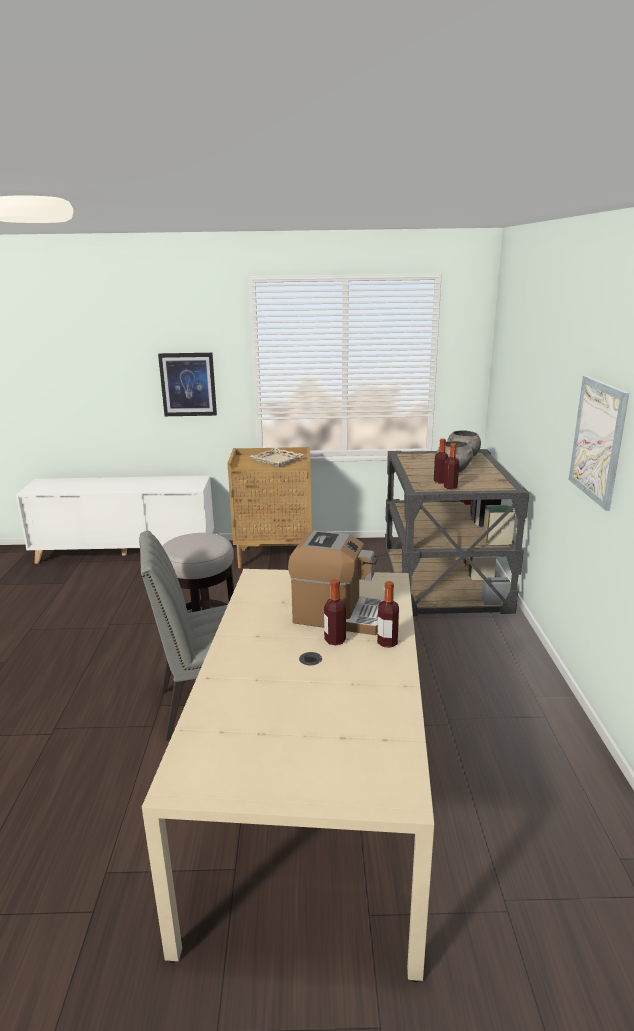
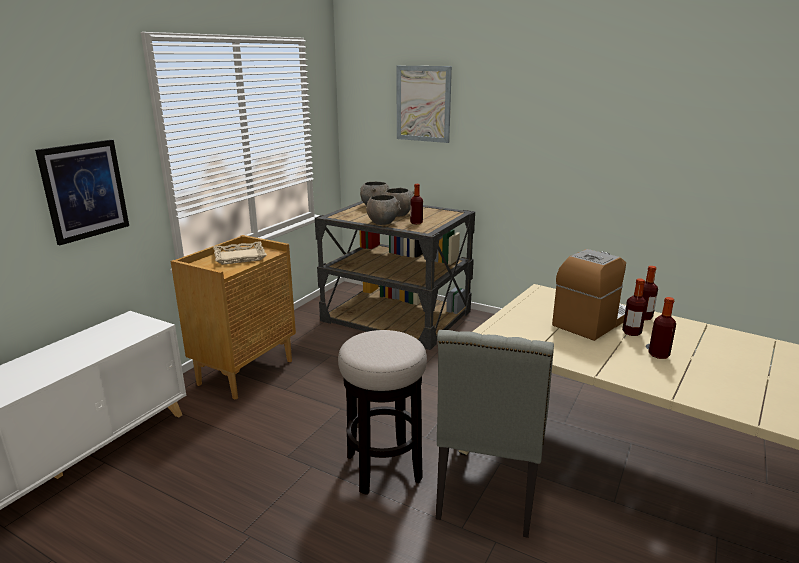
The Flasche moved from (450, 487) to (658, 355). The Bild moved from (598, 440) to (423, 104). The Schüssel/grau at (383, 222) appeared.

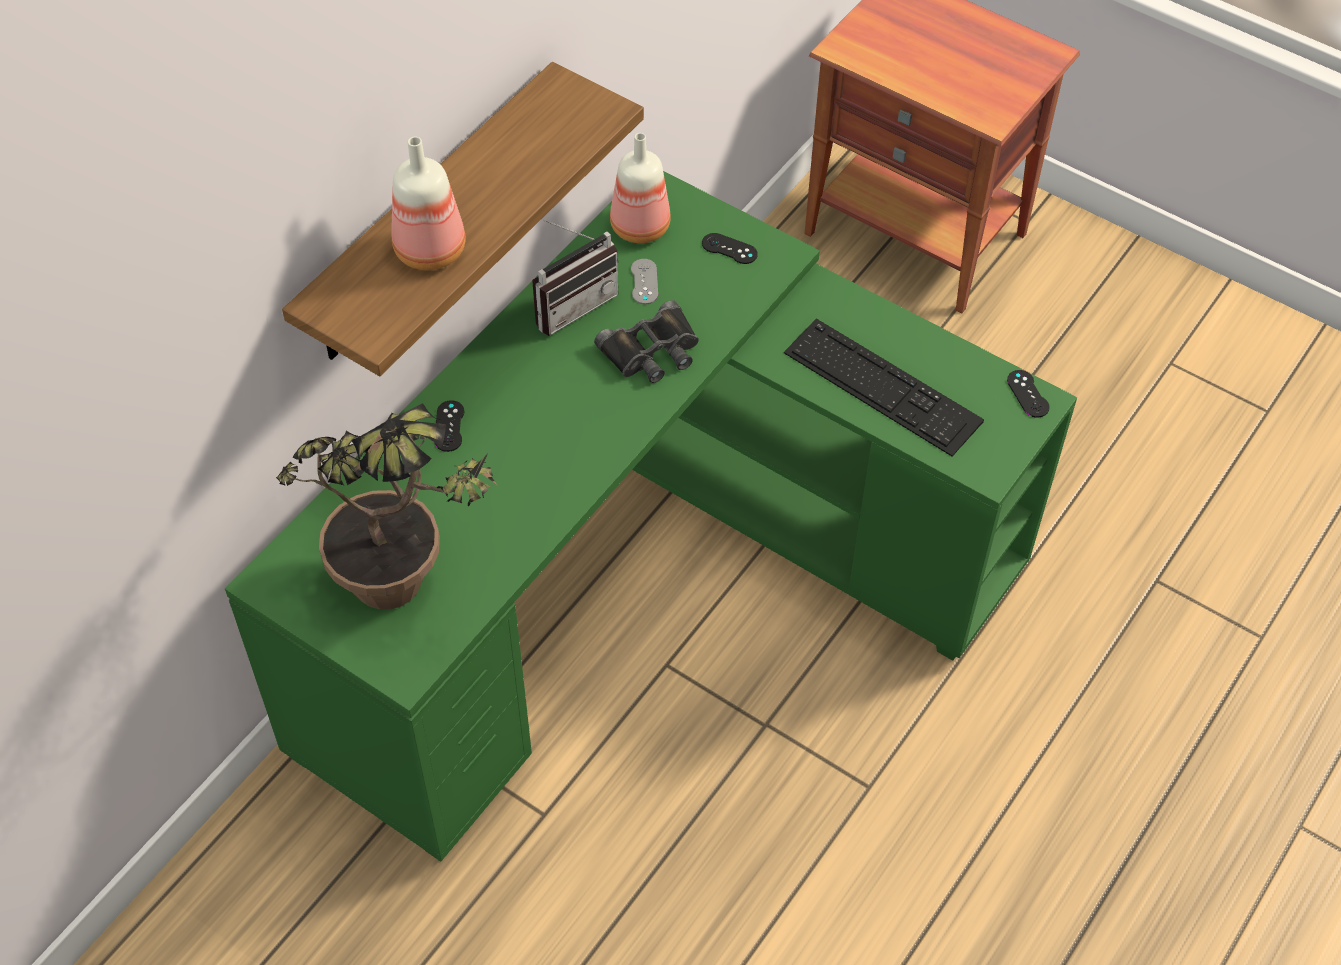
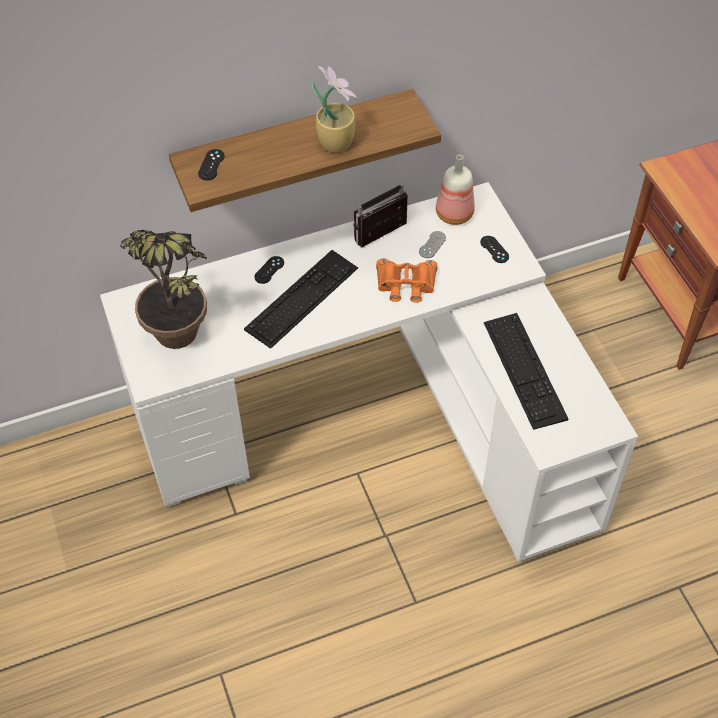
The Schreibtisch/grün at (643, 579) became the Schreibtisch/weiß at (379, 421). The Flasche at (432, 250) disappeared. The Radio at (571, 303) turned 150 degrees clockwise. The Fernglas/schwarz at (652, 351) became the Fernglas/orange at (406, 284). The Gamepad/schwarz moved from (1028, 394) to (211, 165). The Tastatur at (302, 298) appeared. The Topfpflanze at (336, 142) appeared.

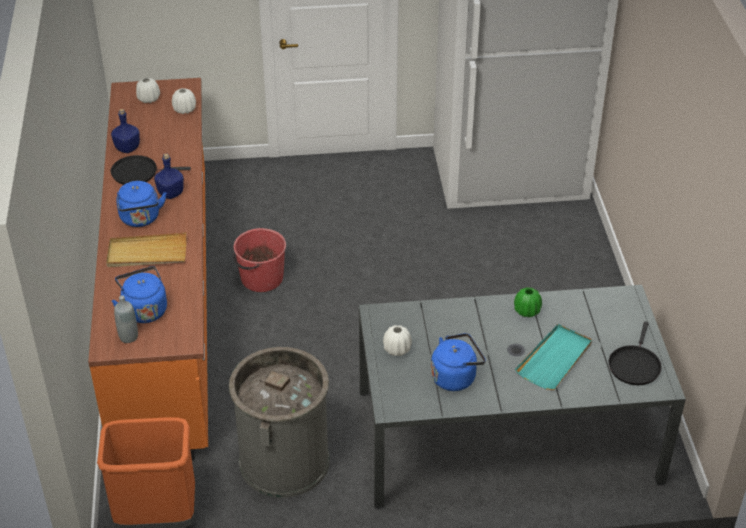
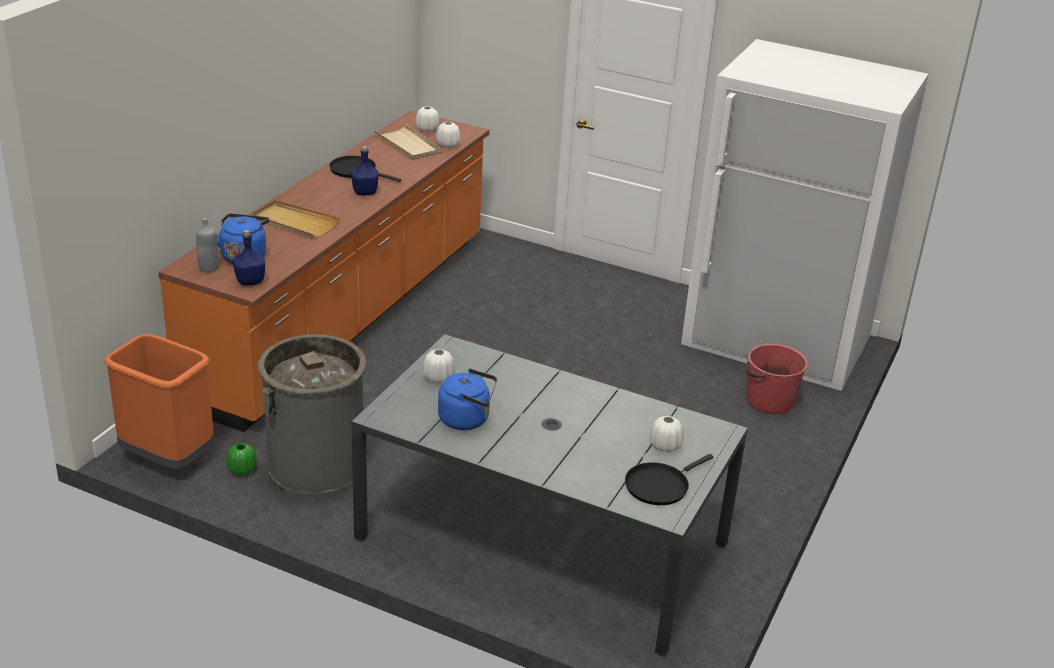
The Flasche/blau moved from (128, 148) to (250, 281). The Wasserkessel/blau at (141, 219) disappeared. The Eimer/rot moved from (261, 278) to (769, 400). The Vase/grün moved from (527, 311) to (242, 469). The Tablett/türkis at (554, 359) disappeared. The Tablett/beige at (408, 145) appeared. The Vase/weiß at (665, 446) appeared.

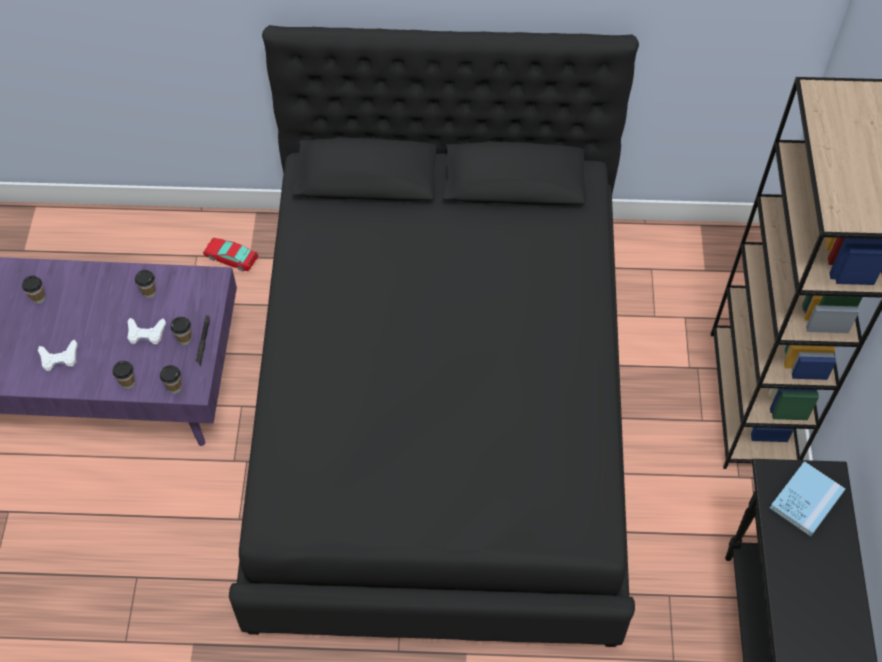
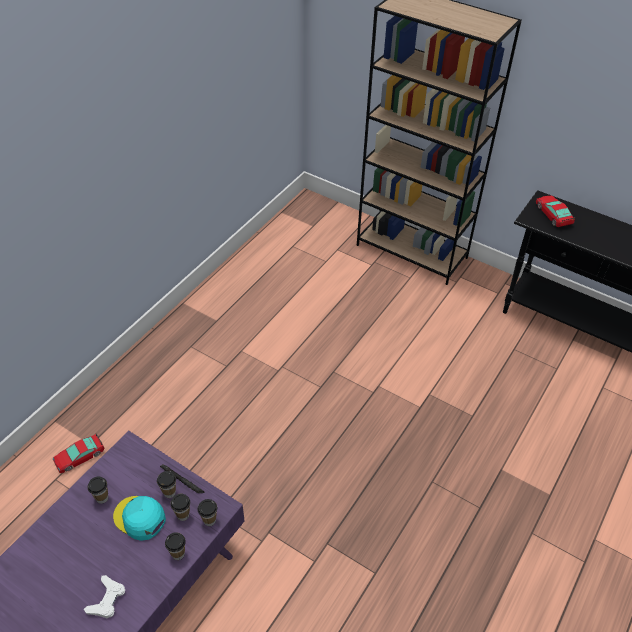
The Tasse moved from (39, 299) to (183, 515). The Gamepad/weiß at (146, 333) was replaced by the Kappe/türkis at (139, 518). The Bett/schwarz at (441, 409) disappeared. The Buch/blau at (806, 500) was replaced by the Spielzeugauto at (553, 214).

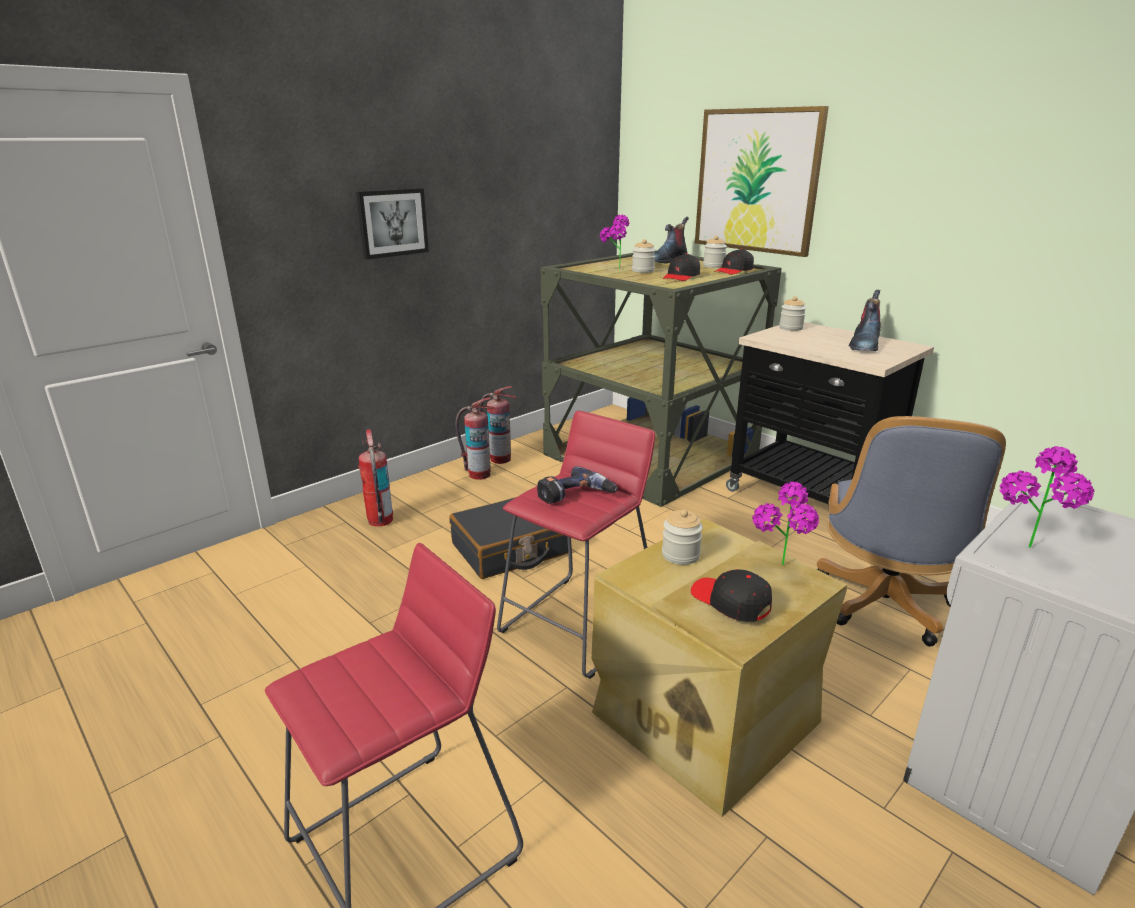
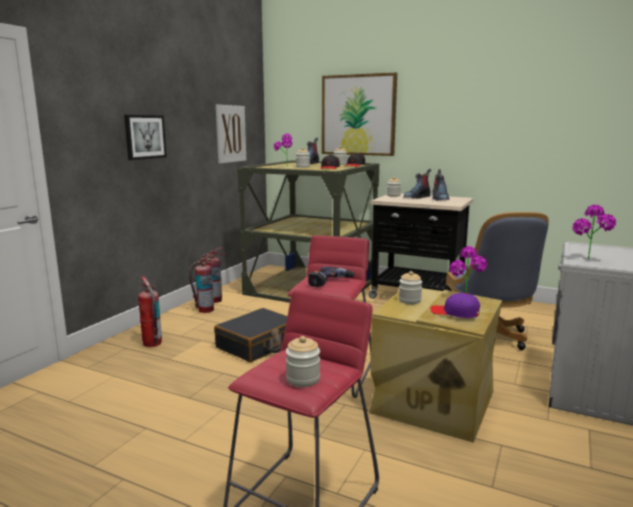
The Kappe/schwarz at (730, 602) became the Kappe/lila at (455, 313). The Bild at (230, 134) appeared. The Vorratsglas at (303, 379) appeared. The Stiefel at (416, 197) appeared.

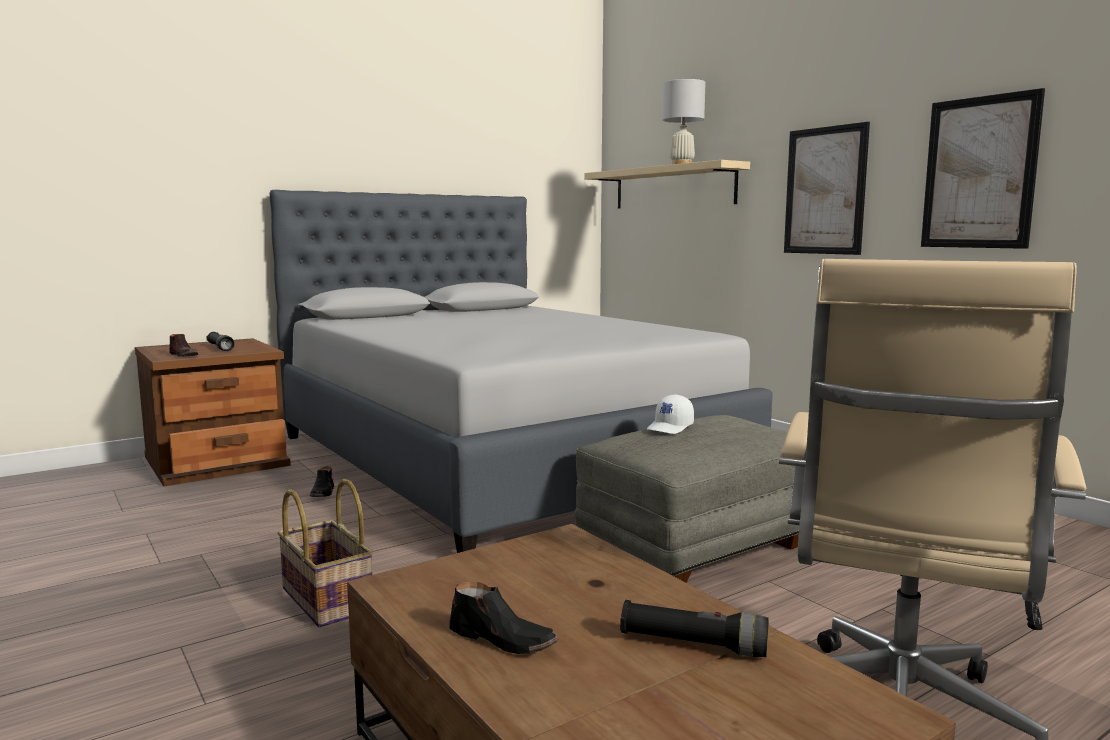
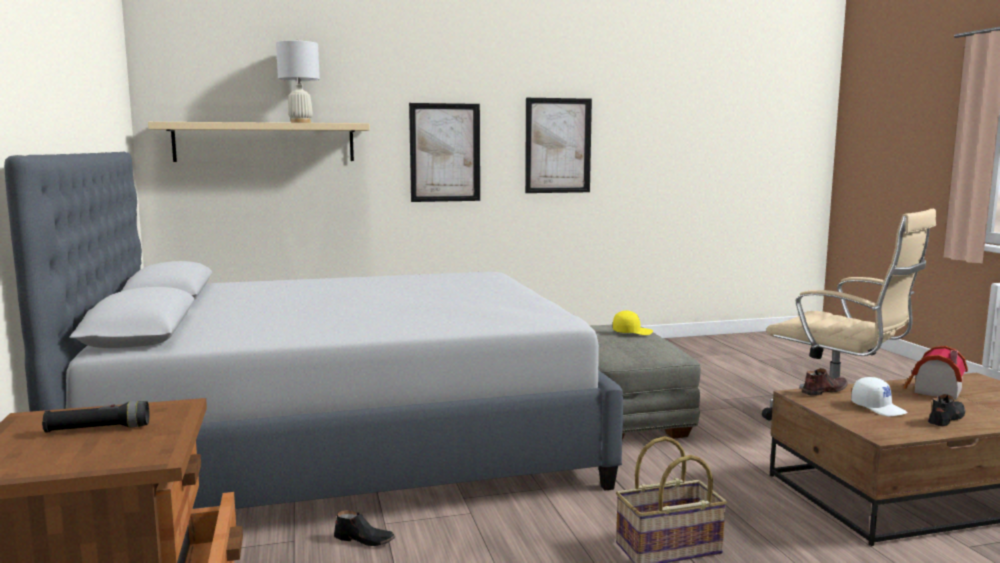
The Schuh/braun moved from (184, 355) to (823, 391). The Taschenlampe/schwarz at (693, 645) was replaced by the Spielzeughaus at (933, 391). The Kappe/weiß moved from (670, 427) to (878, 408). The Kappe/gelb at (632, 332) appeared.

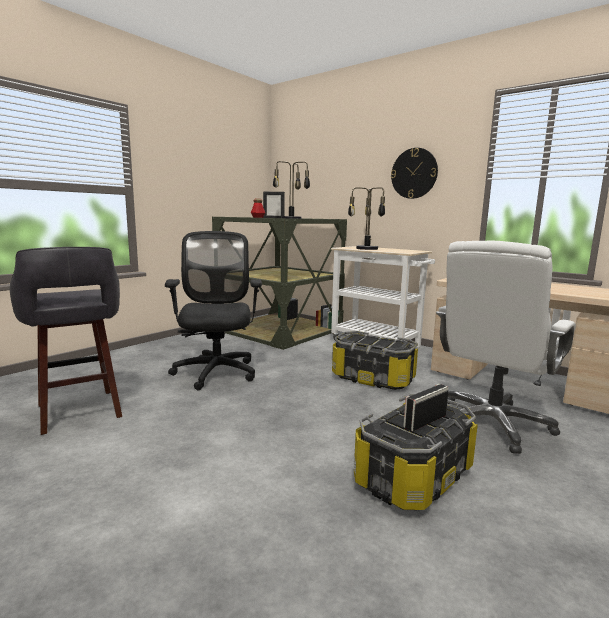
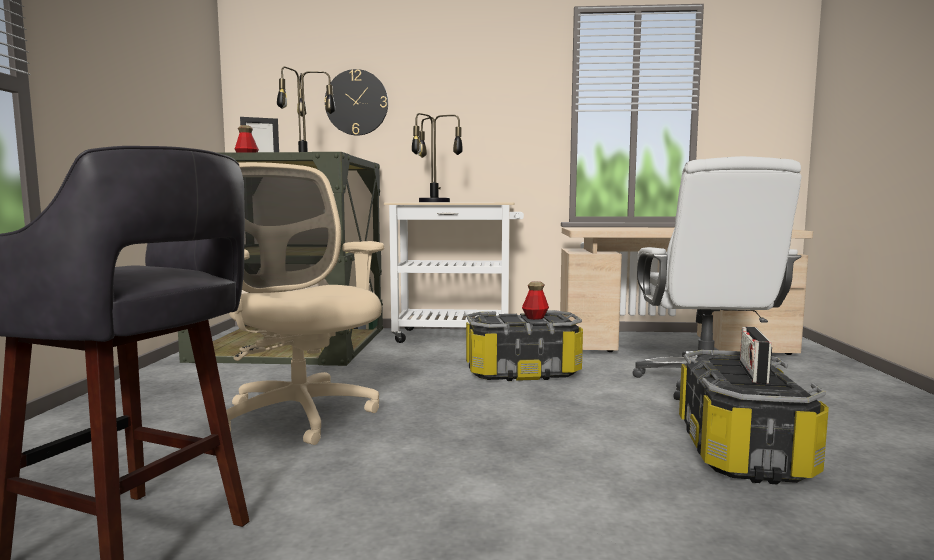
The Bürostuhl/schwarz at (217, 375) became the Bürostuhl/beige at (305, 417). The Wanduhr moved from (414, 173) to (356, 102). The Flasche at (535, 318) appeared.

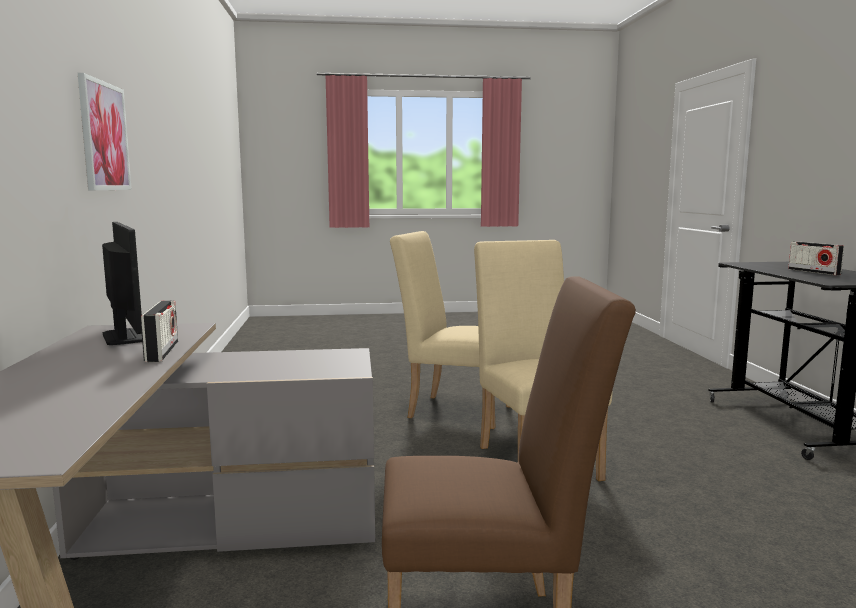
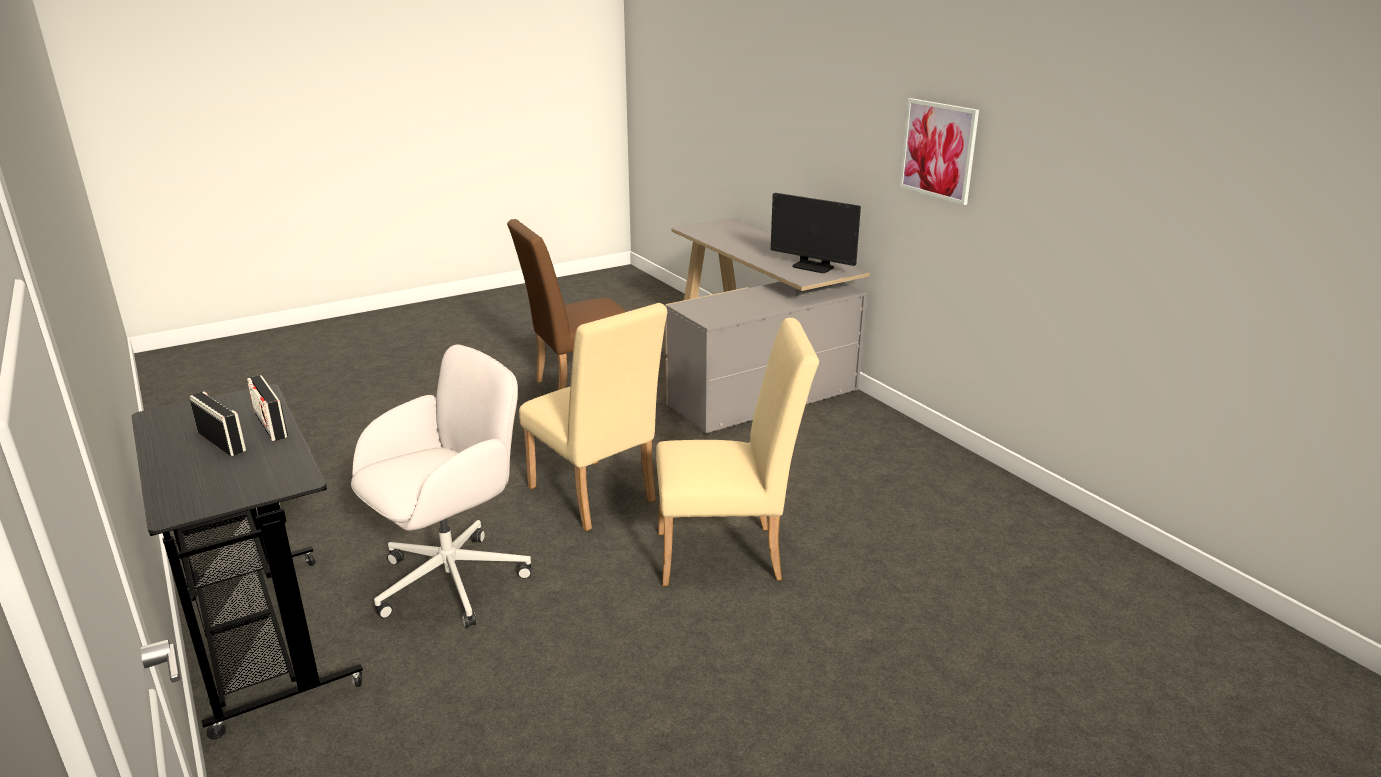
The Radio moved from (162, 352) to (271, 425). The Bürostuhl/weiß at (451, 582) appeared.

